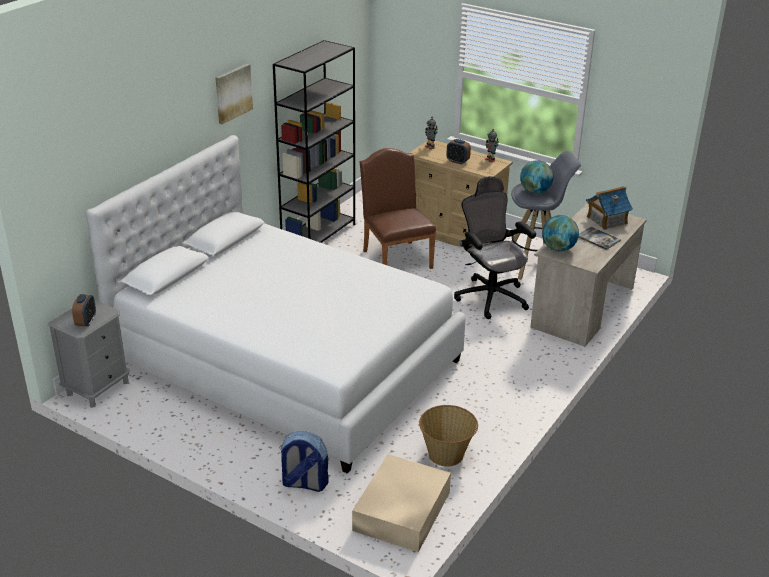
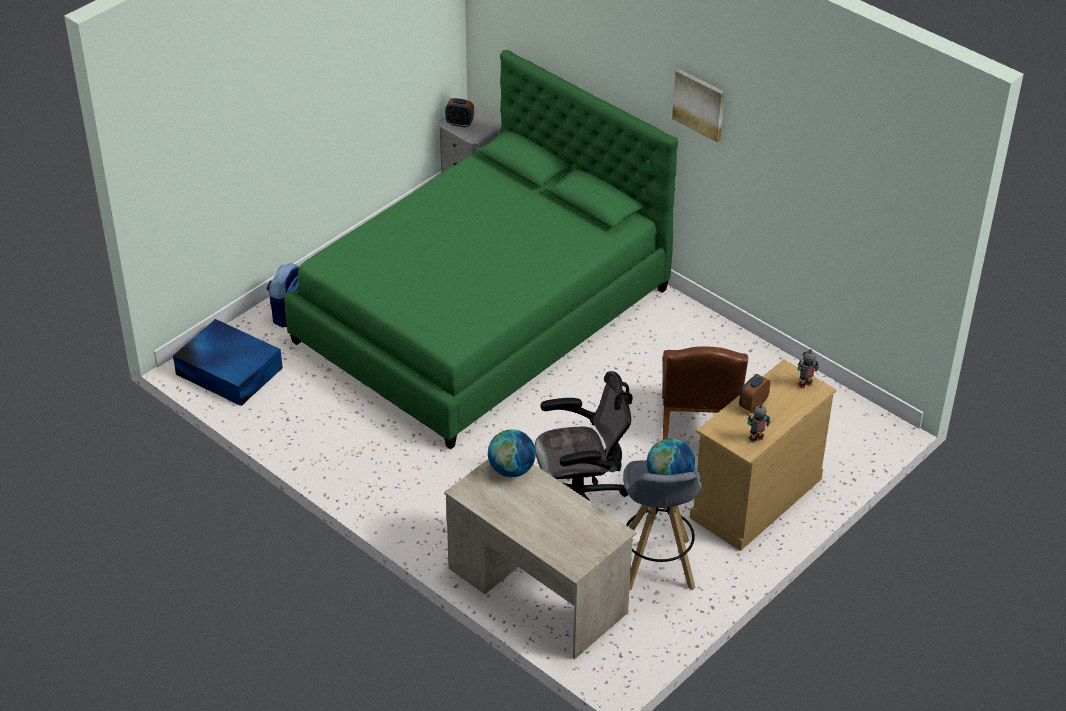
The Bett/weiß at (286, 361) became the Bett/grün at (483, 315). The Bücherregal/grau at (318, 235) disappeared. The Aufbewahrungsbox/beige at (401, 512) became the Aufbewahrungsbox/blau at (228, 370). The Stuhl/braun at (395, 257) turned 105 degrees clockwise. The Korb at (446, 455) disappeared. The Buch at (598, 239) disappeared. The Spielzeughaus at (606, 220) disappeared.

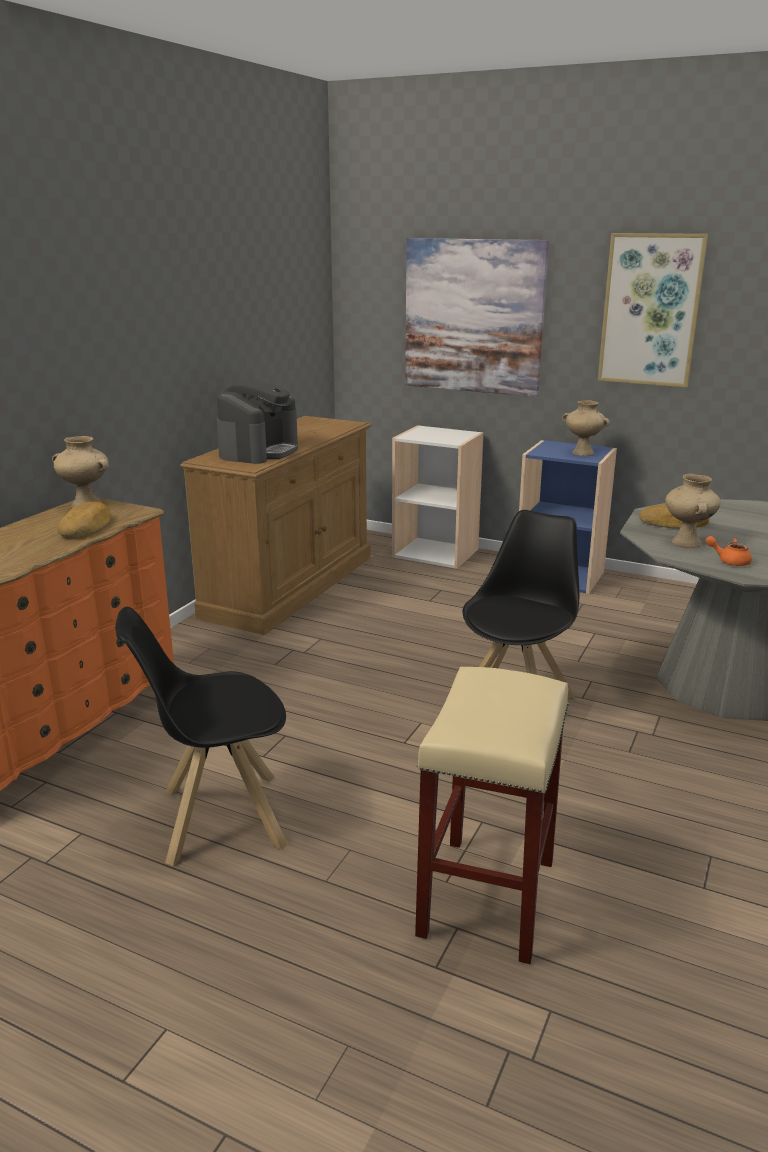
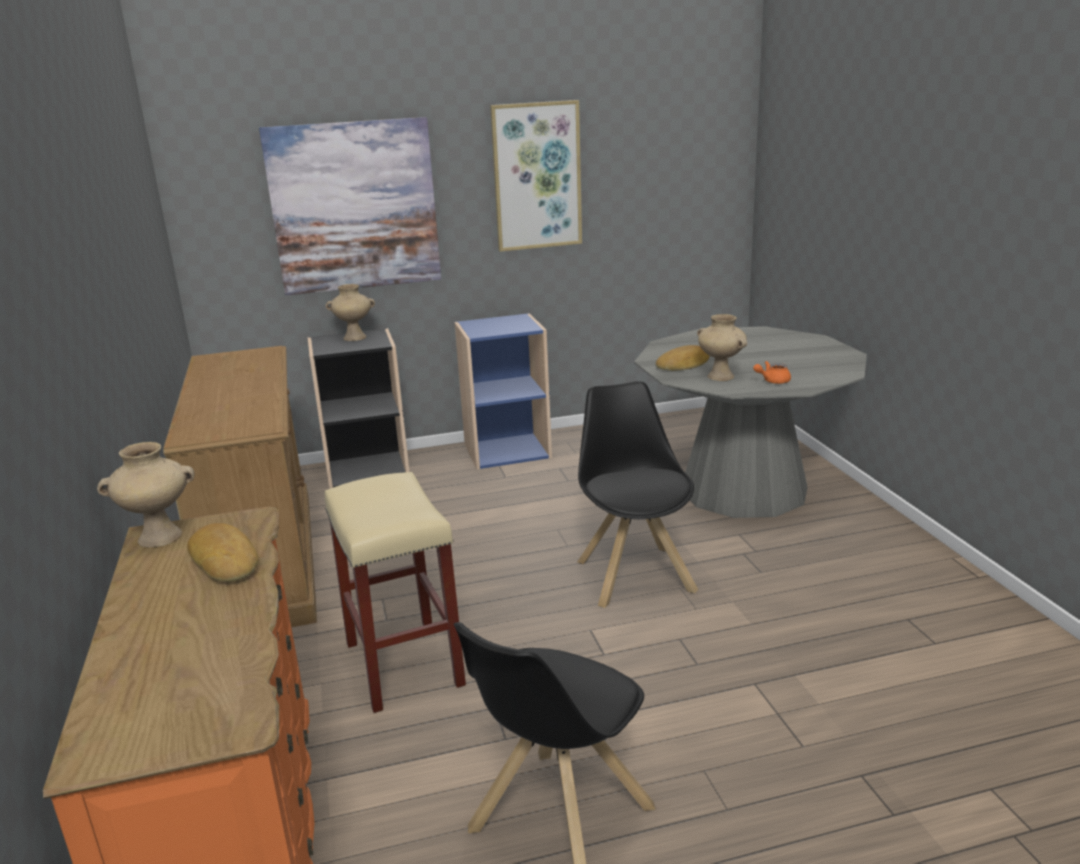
The Kaffeemaschine at (259, 451) disappeared. The Bücherregal/weiß at (436, 553) became the Bücherregal/schwarz at (368, 469). The Hocker/beige moved from (486, 895) to (402, 663). The Vase/beige moved from (583, 453) to (355, 337).

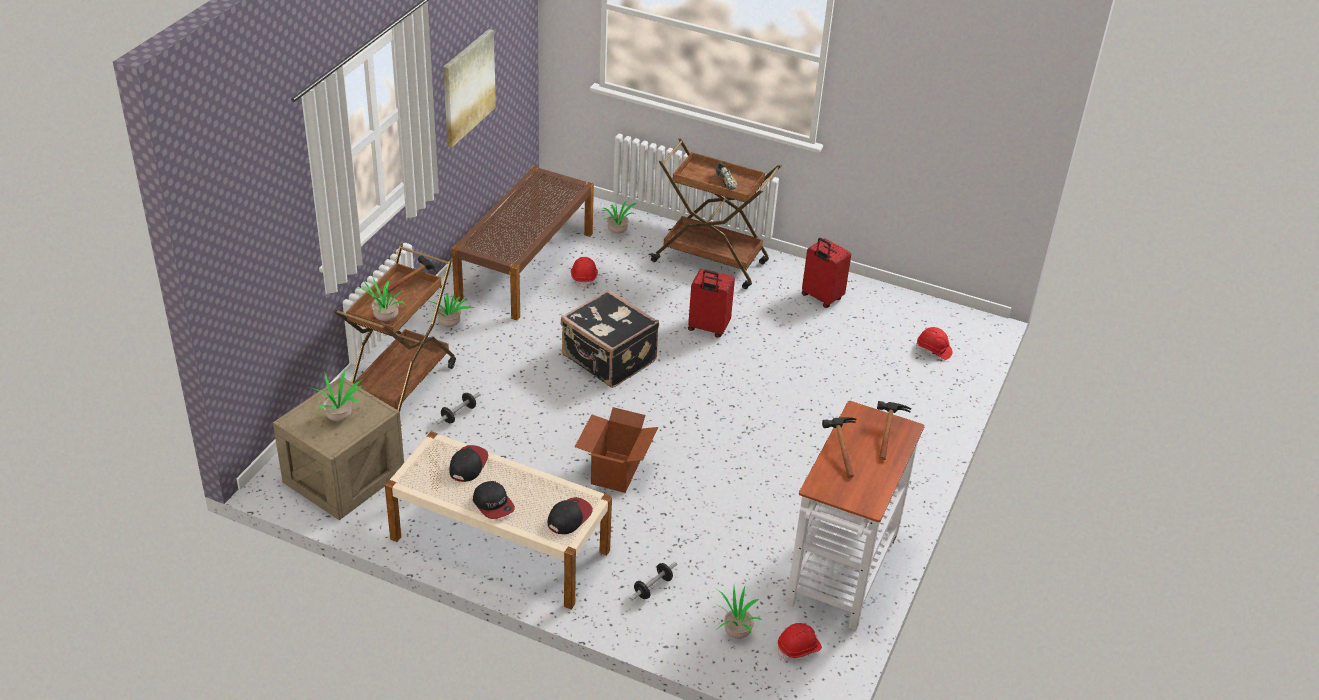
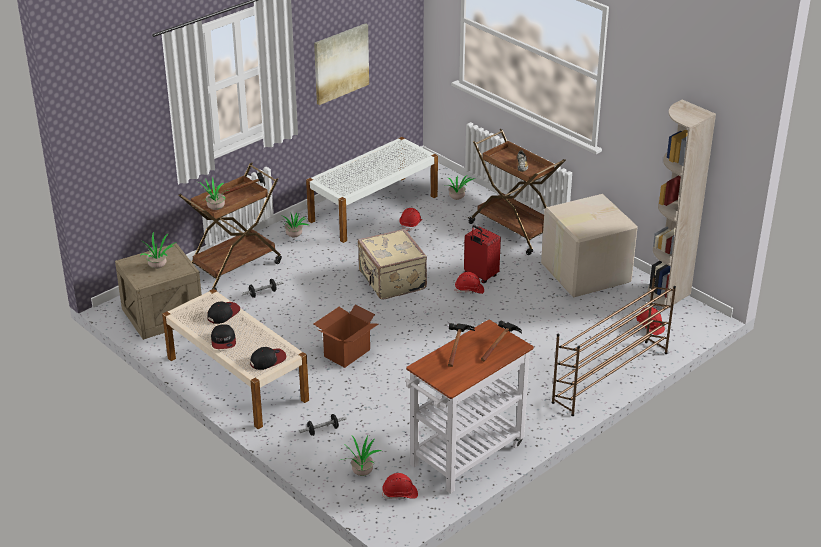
The Bank/braun at (525, 265) became the Bank/weiß at (373, 208). The Koffer/schwarz at (608, 360) became the Koffer/beige at (391, 281). The Koffer/rot at (821, 298) was replaced by the Karton at (584, 272). The Schutzhelm/rot at (469, 290) appeared. The Schuhregal/braun at (609, 377) appeared. The Bücherregal/beige at (664, 298) appeared.

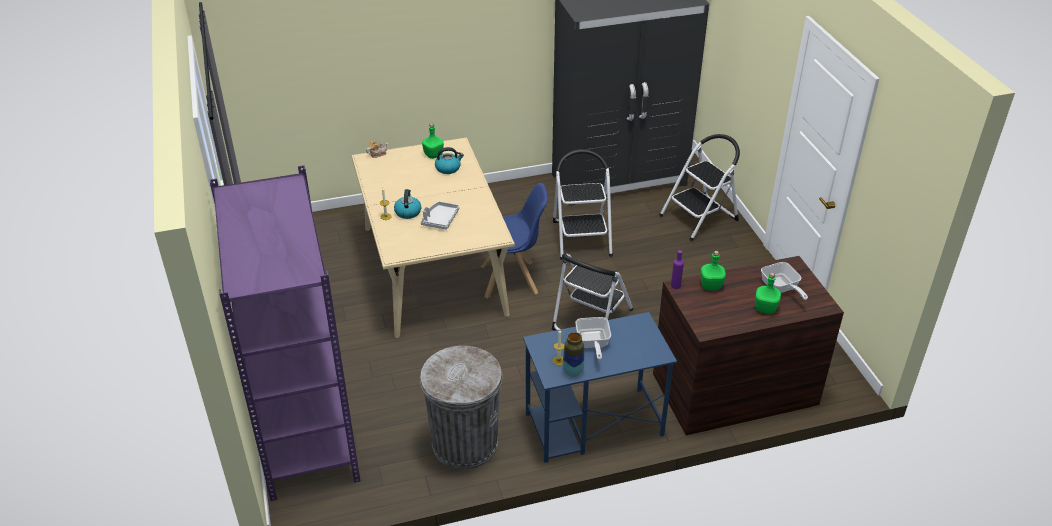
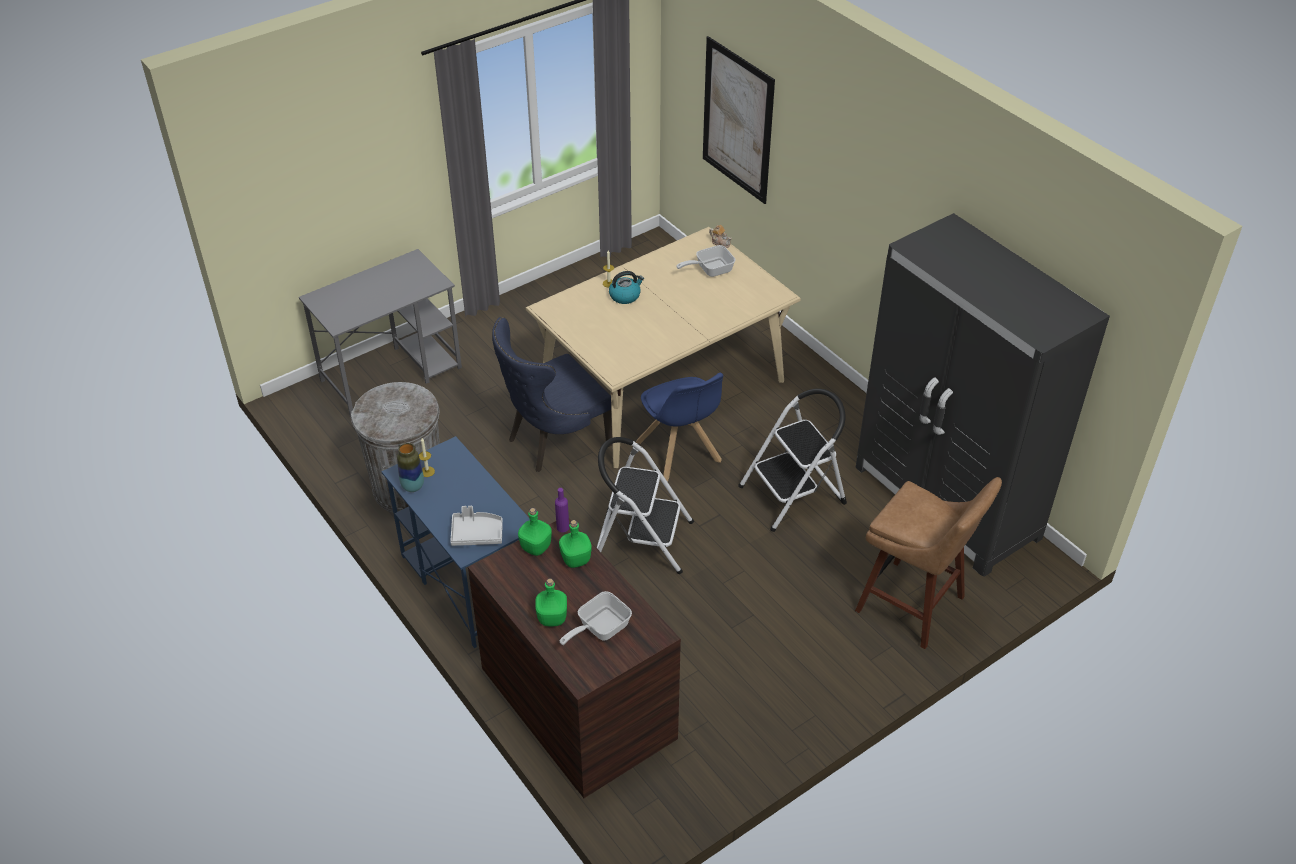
The Bücherregal/lila at (306, 428) was replaced by the Schreibtisch/grau at (392, 374). The Tablett/grau moved from (440, 220) to (477, 533). The Flasche/grün moved from (433, 155) to (535, 547). The Wasserkessel at (448, 168) disappeared. The Pfanne moved from (592, 344) to (710, 270). The Trittleiter at (701, 217) was replaced by the Hocker/braun at (914, 606). The Stuhl/blau at (554, 441) appeared. The Bild at (737, 121) appeared.

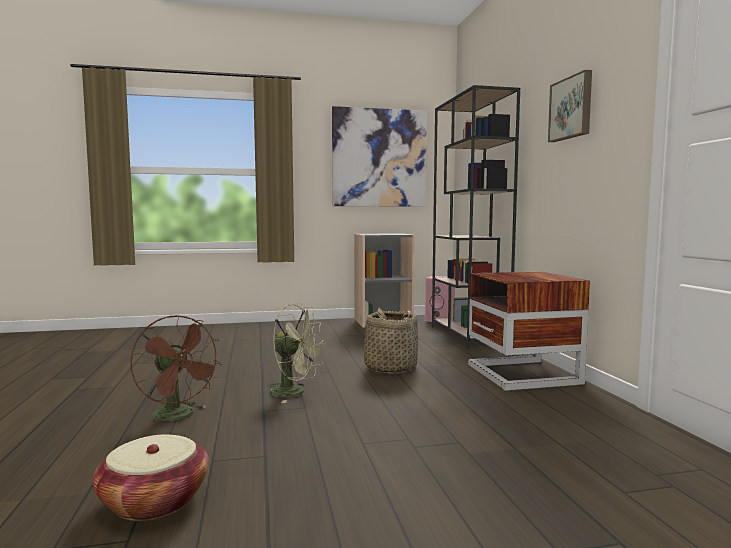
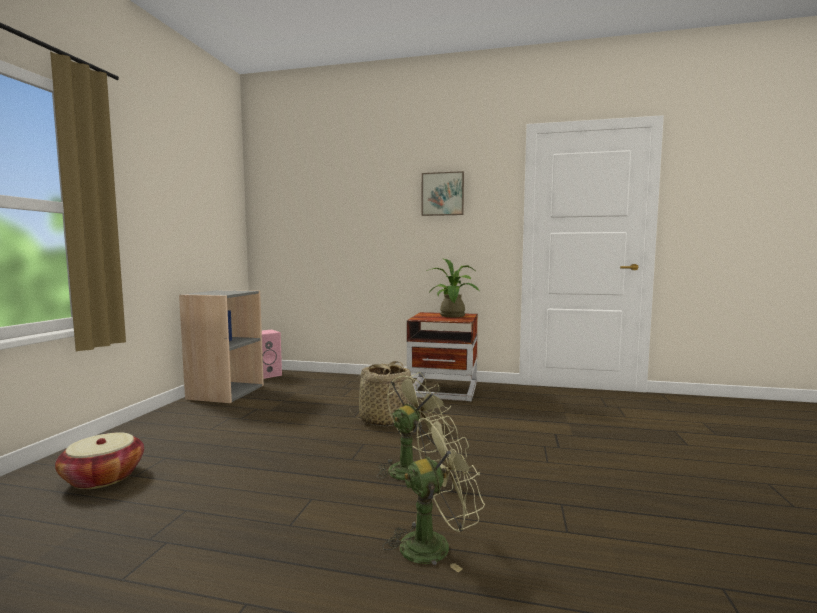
The Korb moved from (154, 501) to (103, 477). The Ventilator/braun at (179, 416) became the Ventilator/grün at (434, 544). The Bild at (379, 158) disappeared. The Bücherregal at (469, 336) disappeared. The Topfpflanze at (453, 316) appeared.

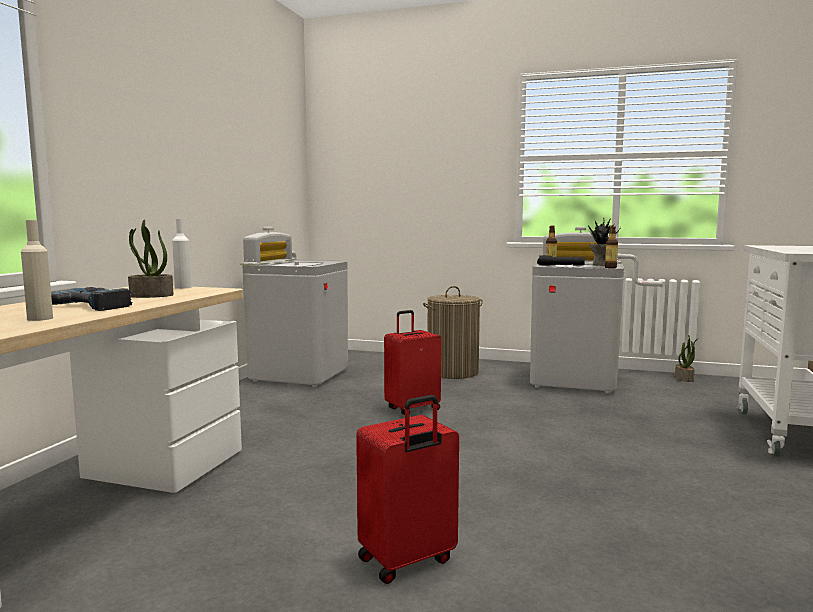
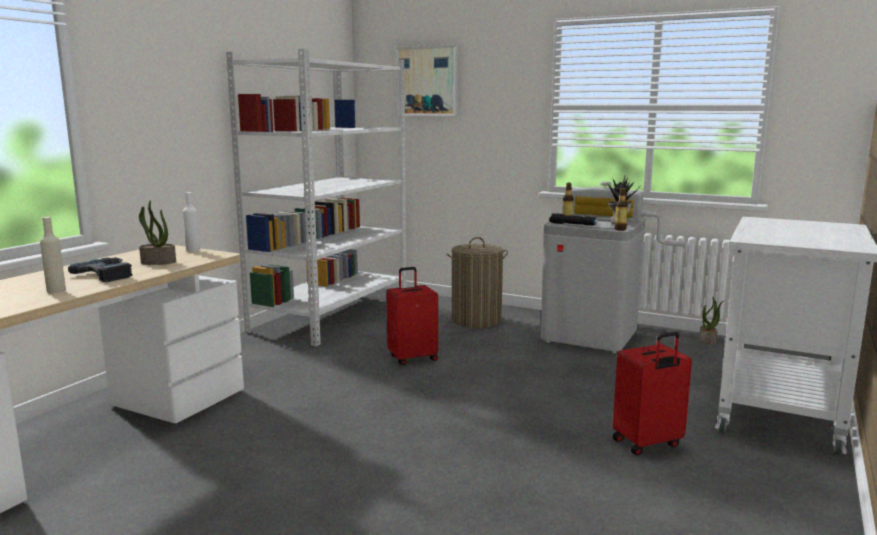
The Waschmaschine/grau at (299, 375) was replaced by the Bücherregal/weiß at (331, 315). The Koffer/rot moved from (407, 561) to (648, 443). The Bild at (427, 81) appeared.

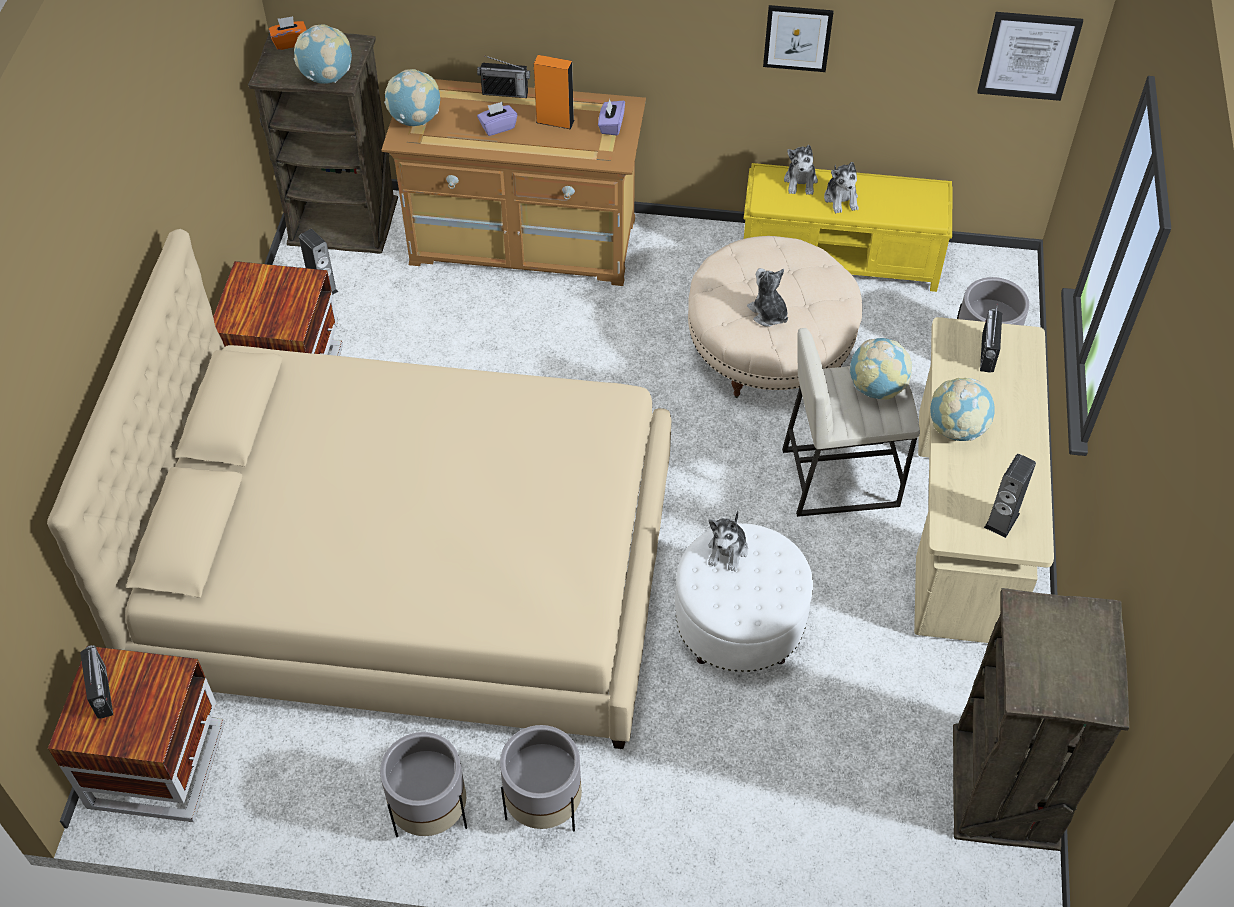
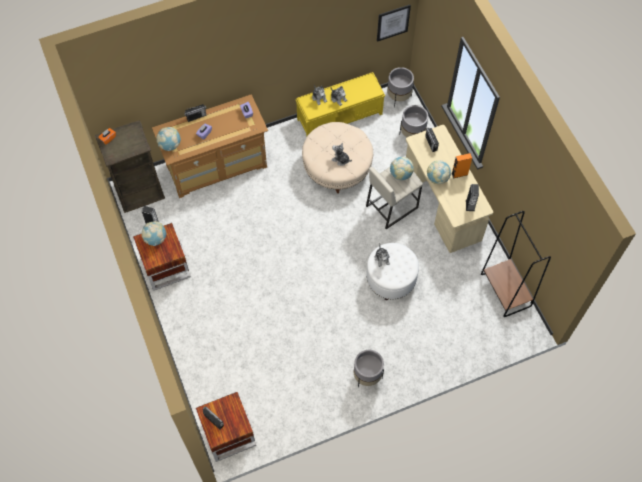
The Bett/beige at (411, 572) disappeared. The Globus moved from (327, 77) to (155, 239). The Pflanzkübel/grau moved from (430, 814) to (398, 97). The Lautsprecher/orange moved from (555, 121) to (459, 174). The Bild at (797, 38) disappeared. The Bücherregal/braun at (1005, 787) was replaced by the Kleiderständer at (505, 291).

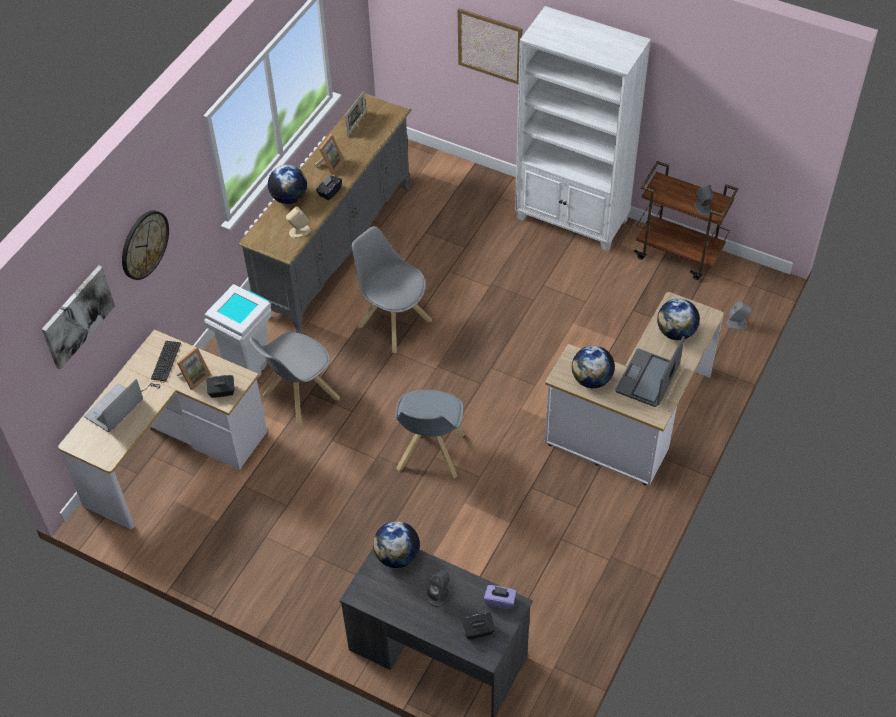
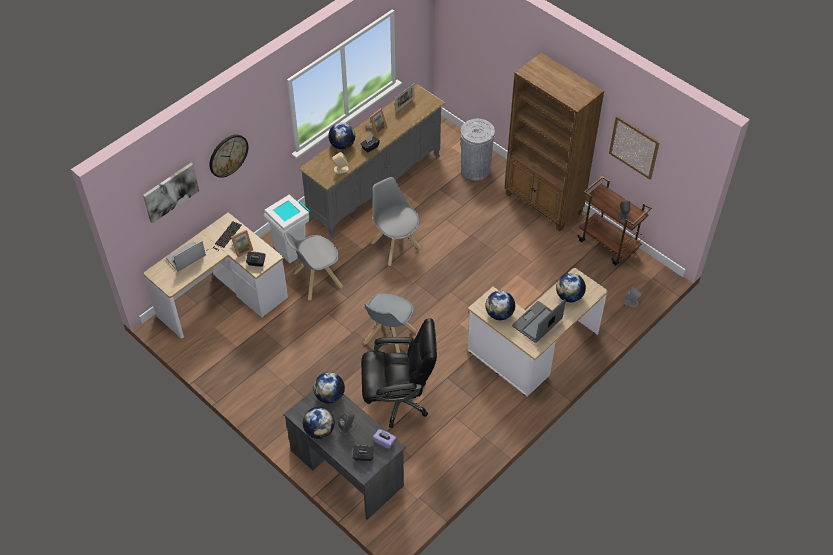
The Bild moved from (490, 45) to (634, 147). The Bücherregal/weiß at (572, 220) became the Bücherregal/braun at (543, 204). The Globus at (319, 431) appeared. The Bürostuhl/schwarz at (397, 401) appeared. The Mülleimer/grau at (475, 169) appeared.

